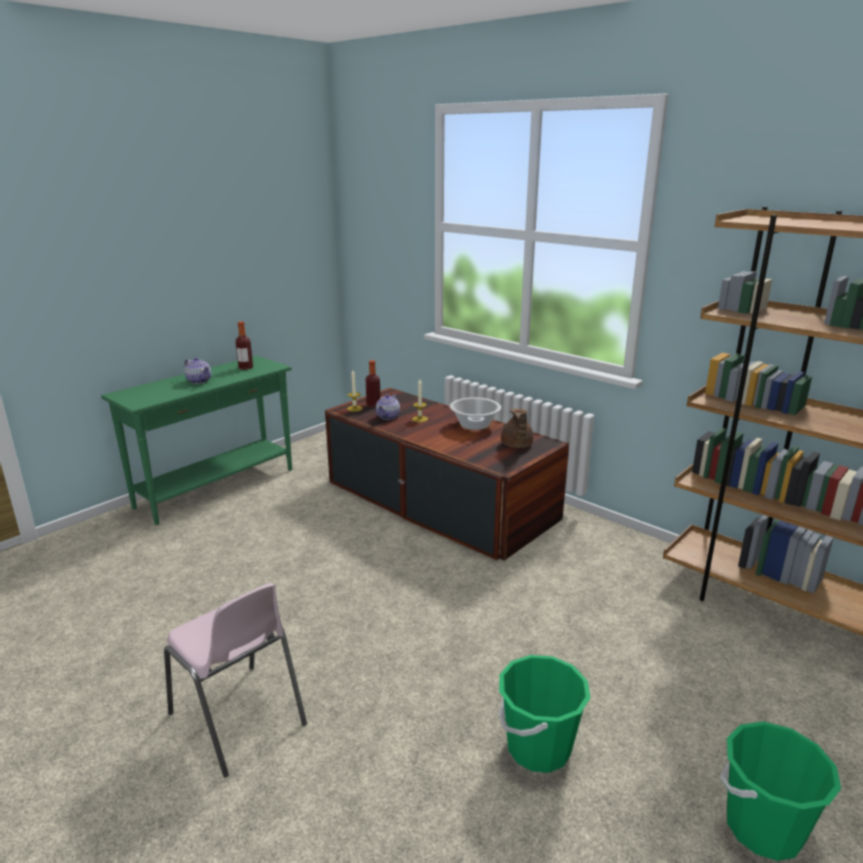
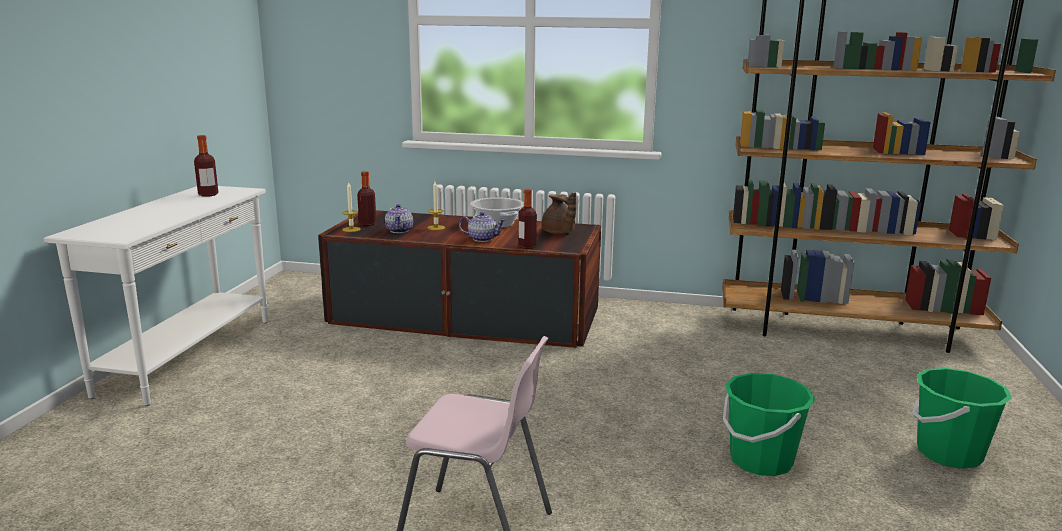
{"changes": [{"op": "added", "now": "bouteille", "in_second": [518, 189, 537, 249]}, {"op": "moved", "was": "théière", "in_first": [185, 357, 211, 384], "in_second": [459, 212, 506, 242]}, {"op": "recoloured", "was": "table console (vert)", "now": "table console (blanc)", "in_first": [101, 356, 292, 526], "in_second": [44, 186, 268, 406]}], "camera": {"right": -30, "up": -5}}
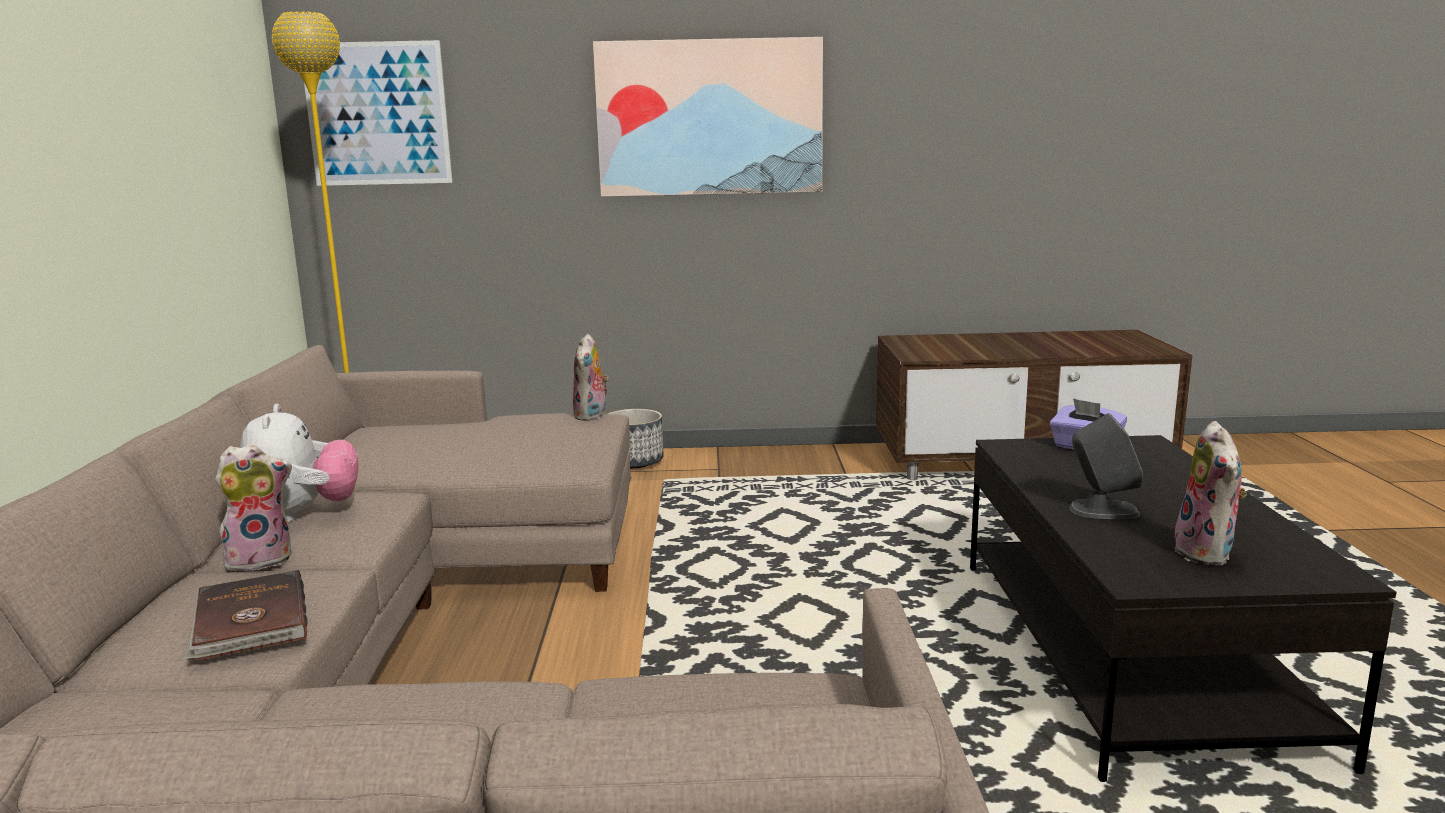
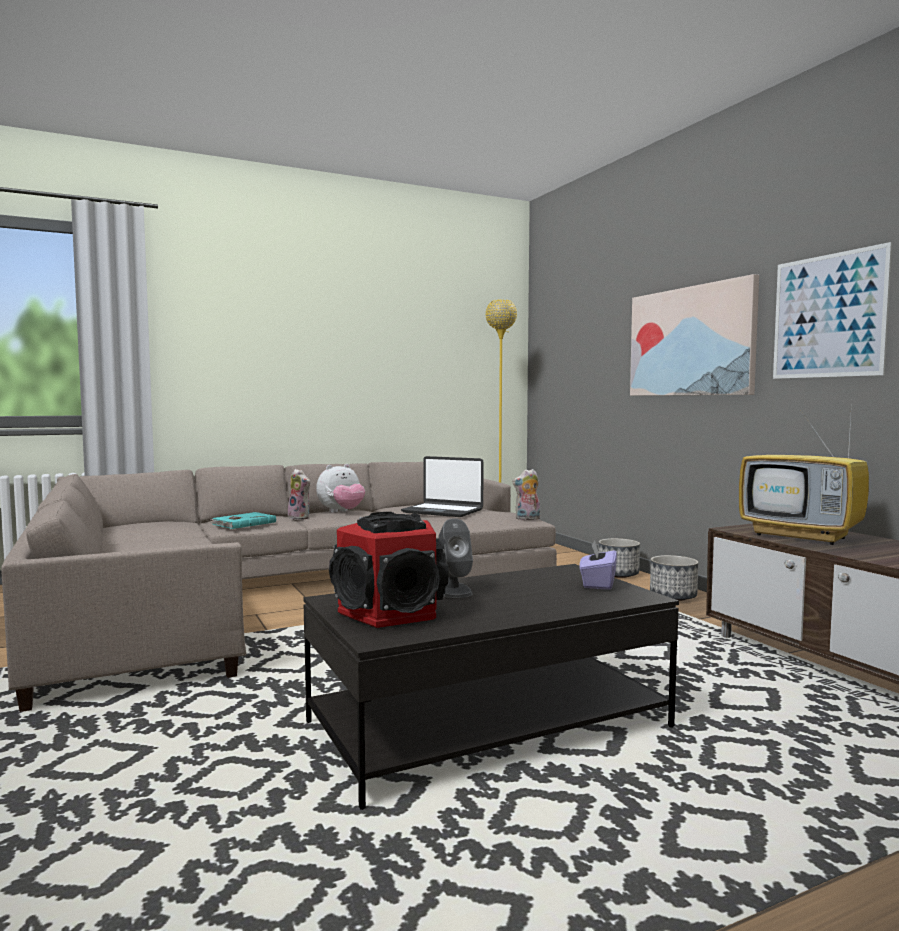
{"changes": [{"op": "added", "now": "ordinateur portable", "in_second": [401, 456, 483, 517]}, {"op": "added", "now": "cache-pot", "in_second": [650, 555, 698, 601]}, {"op": "added", "now": "téléviseur", "in_second": [739, 401, 869, 545]}, {"op": "moved", "was": "tableau", "in_first": [304, 40, 453, 186], "in_second": [773, 242, 893, 379]}, {"op": "replaced", "was": "peluche", "now": "enceinte", "in_first": [1174, 421, 1247, 566], "in_second": [329, 512, 448, 628]}, {"op": "recoloured", "was": "livre (marron)", "now": "livre (turquoise)", "in_first": [184, 570, 308, 661], "in_second": [210, 512, 276, 529]}], "camera": {"right": 65, "up": -10}}
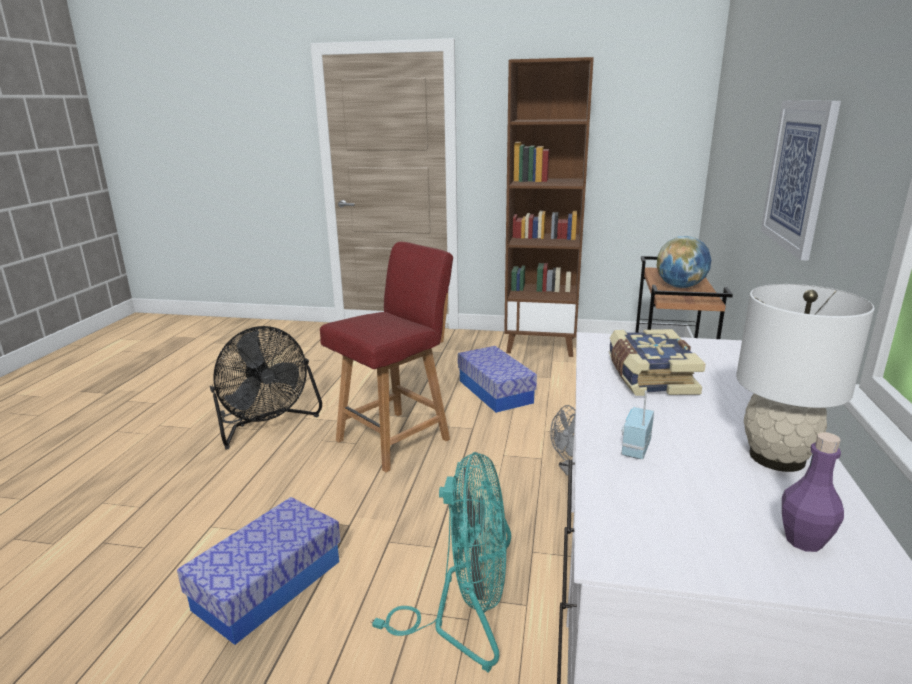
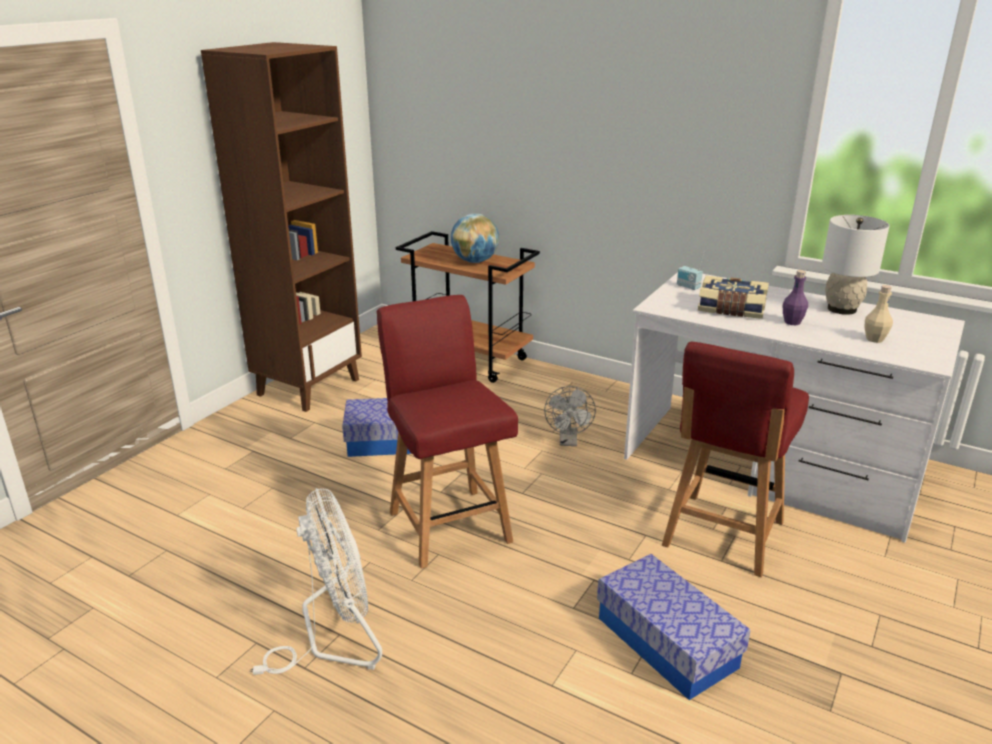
{"changes": [{"op": "removed", "was": "tableau", "in_first": [761, 100, 841, 260]}, {"op": "added", "now": "bouteille (beige)", "in_second": [865, 285, 893, 343]}, {"op": "moved", "was": "radio", "in_first": [621, 390, 654, 459], "in_second": [677, 251, 704, 290]}, {"op": "moved", "was": "bouteille (violet)", "in_first": [782, 432, 844, 552], "in_second": [783, 270, 808, 325]}, {"op": "replaced", "was": "ventilateur (turquoise)", "now": "chaise (rouge)", "in_first": [371, 452, 511, 672], "in_second": [662, 342, 809, 577]}, {"op": "recoloured", "was": "ventilateur (noir)", "now": "ventilateur (blanc)", "in_first": [210, 326, 322, 450], "in_second": [250, 488, 382, 675]}], "camera": {"right": -70, "up": 5}}
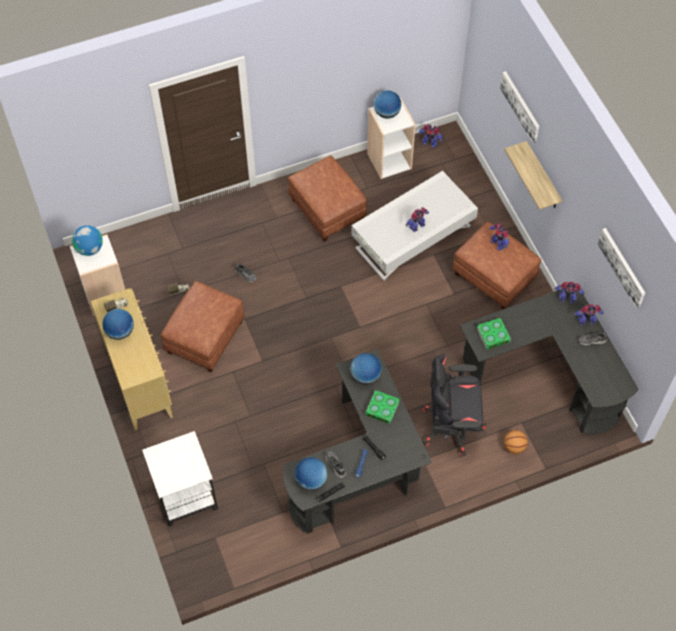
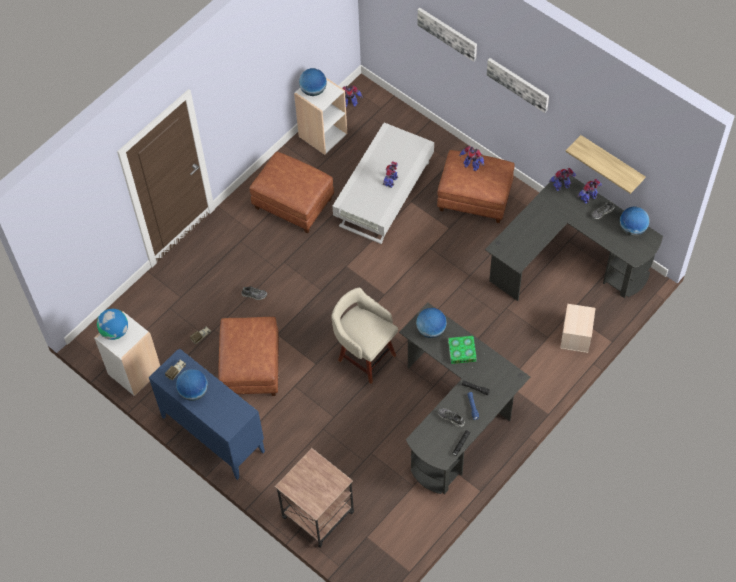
{"changes": [{"op": "removed", "was": "chaise de bureau (noir)", "in_first": [422, 354, 487, 456]}, {"op": "removed", "was": "livre", "in_first": [477, 318, 511, 349]}, {"op": "added", "now": "tabouret (beige)", "in_second": [331, 288, 398, 384]}, {"op": "moved", "was": "globe", "in_first": [295, 457, 327, 490], "in_second": [620, 206, 649, 236]}, {"op": "moved", "was": "étagère", "in_first": [504, 141, 563, 210], "in_second": [566, 135, 646, 194]}, {"op": "moved", "was": "tableau", "in_first": [598, 228, 645, 309], "in_second": [487, 58, 549, 113]}, {"op": "replaced", "was": "ballon de basket", "now": "boîte de rangement (beige)", "in_first": [504, 430, 528, 454], "in_second": [560, 304, 596, 353]}, {"op": "recoloured", "was": "commode (beige)", "now": "commode (bleu)", "in_first": [91, 288, 173, 431], "in_second": [149, 349, 265, 480]}, {"op": "recoloured", "was": "chariot (blanc)", "now": "chariot (marron)", "in_first": [142, 431, 218, 527], "in_second": [275, 448, 355, 548]}], "camera": {"right": -25, "up": 0}}
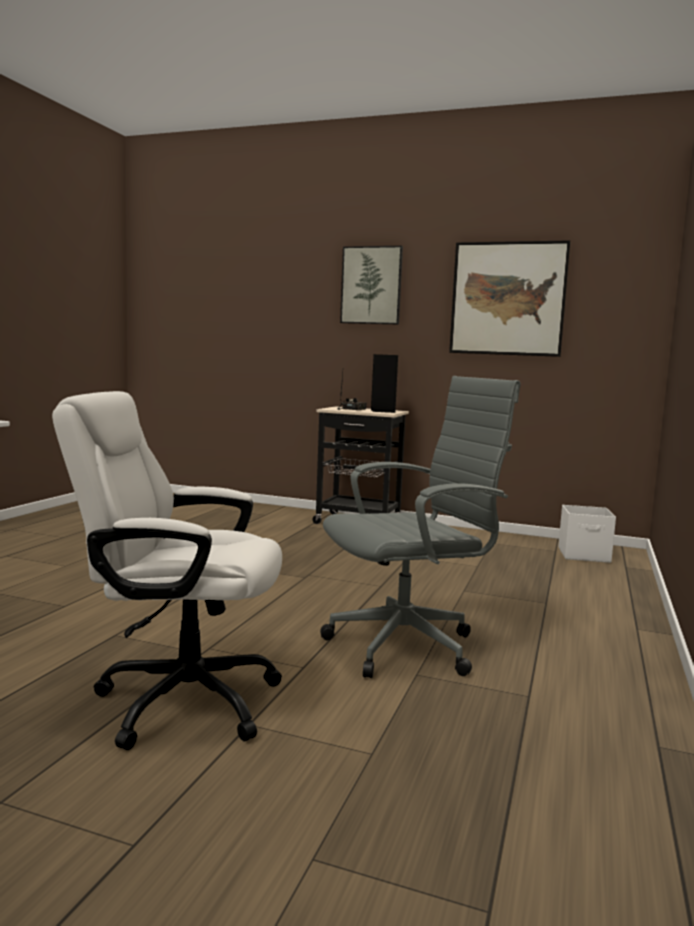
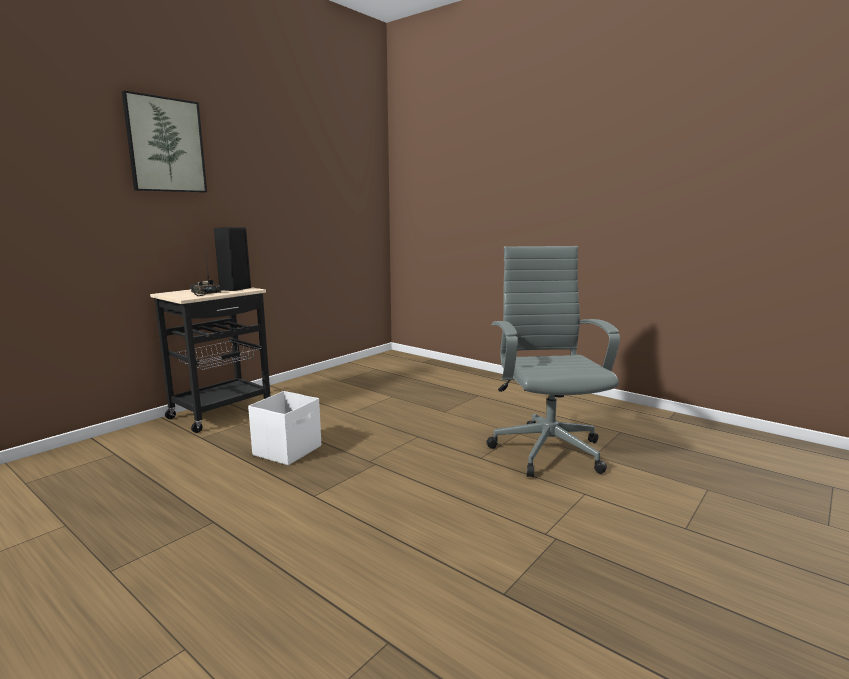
{"changes": [{"op": "removed", "was": "chaise de bureau (blanc)", "in_first": [52, 391, 282, 750]}, {"op": "removed", "was": "tableau", "in_first": [449, 240, 570, 357]}, {"op": "moved", "was": "boîte de rangement (blanc)", "in_first": [558, 505, 616, 563], "in_second": [248, 391, 321, 465]}], "camera": {"right": -70, "up": 5}}
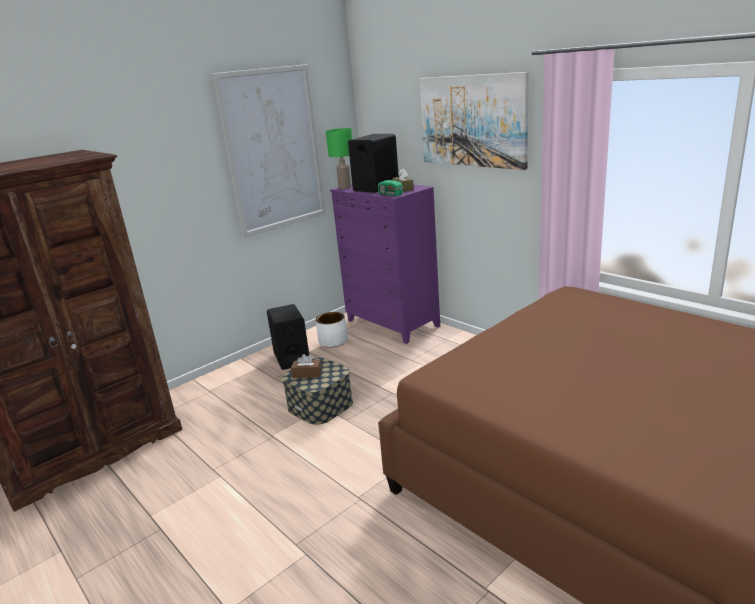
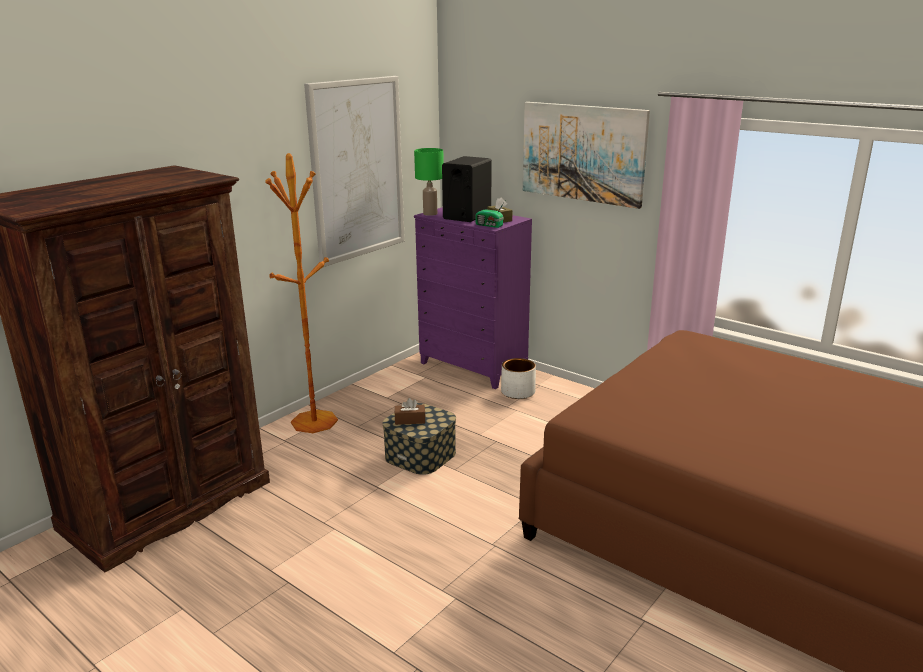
{"changes": [{"op": "removed", "was": "enceinte (noir)", "in_first": [267, 304, 309, 370]}, {"op": "added", "now": "portant (orange)", "in_second": [265, 153, 338, 433]}, {"op": "moved", "was": "cache-pot (blanc)", "in_first": [316, 312, 348, 347], "in_second": [501, 358, 536, 399]}], "camera": {"right": -10, "up": 0}}
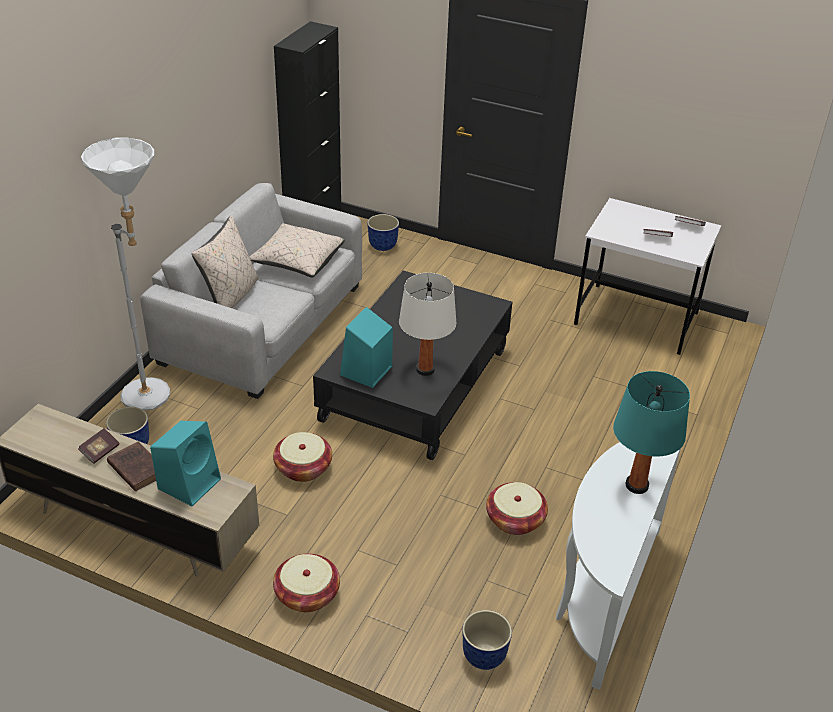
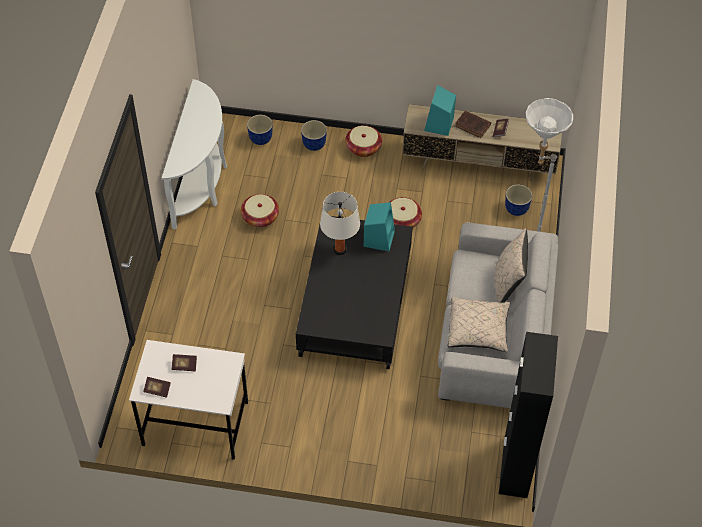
{"changes": [{"op": "removed", "was": "lampe de table (turquoise)", "in_first": [613, 371, 690, 494]}, {"op": "moved", "was": "cache-pot", "in_first": [367, 214, 399, 251], "in_second": [301, 120, 327, 151]}], "camera": {"right": 165, "up": 15}}
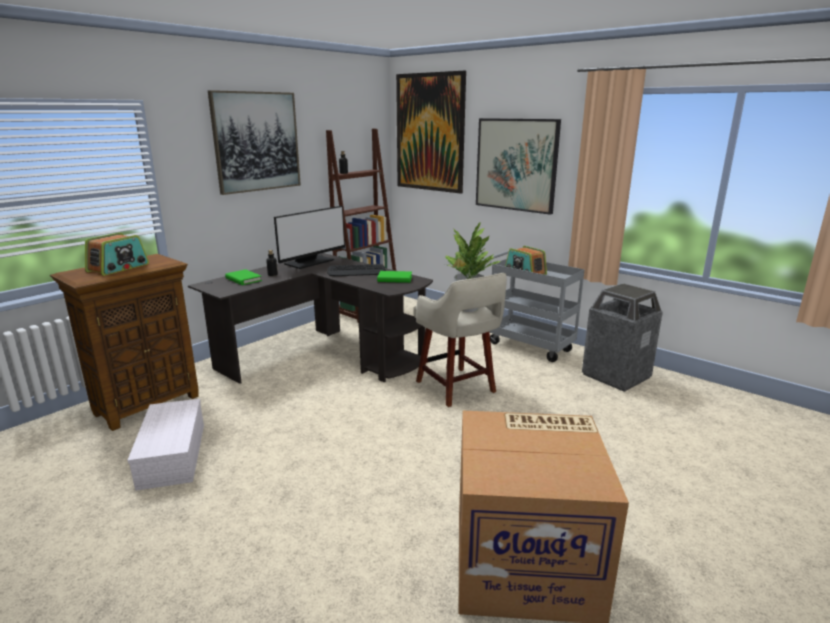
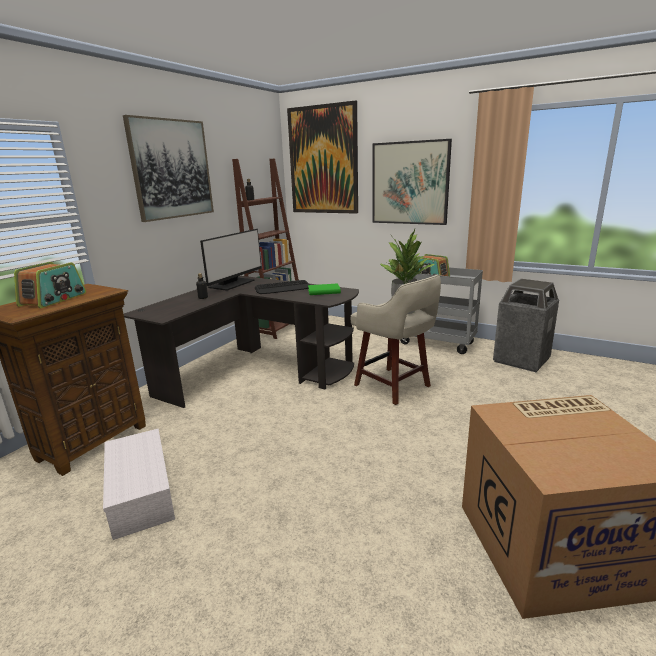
{"changes": [{"op": "removed", "was": "livre (vert)", "in_first": [225, 269, 262, 285]}], "camera": {"right": -10, "up": 0}}
